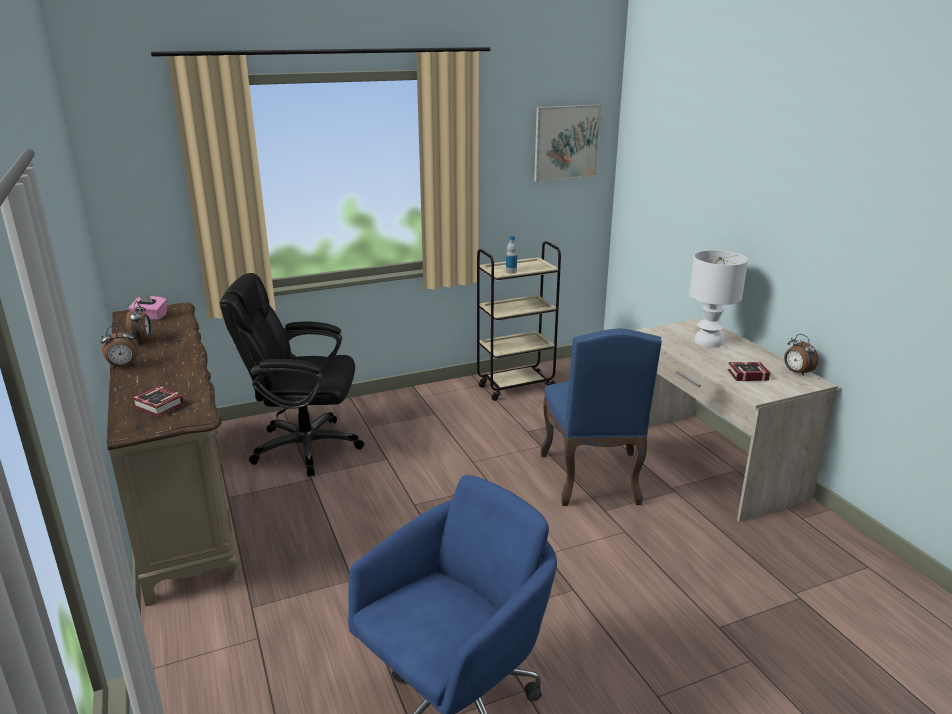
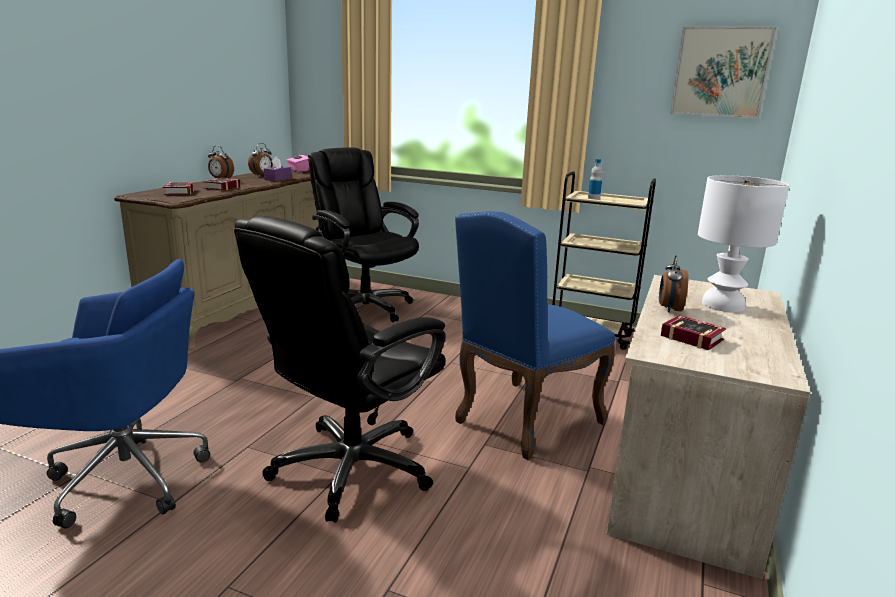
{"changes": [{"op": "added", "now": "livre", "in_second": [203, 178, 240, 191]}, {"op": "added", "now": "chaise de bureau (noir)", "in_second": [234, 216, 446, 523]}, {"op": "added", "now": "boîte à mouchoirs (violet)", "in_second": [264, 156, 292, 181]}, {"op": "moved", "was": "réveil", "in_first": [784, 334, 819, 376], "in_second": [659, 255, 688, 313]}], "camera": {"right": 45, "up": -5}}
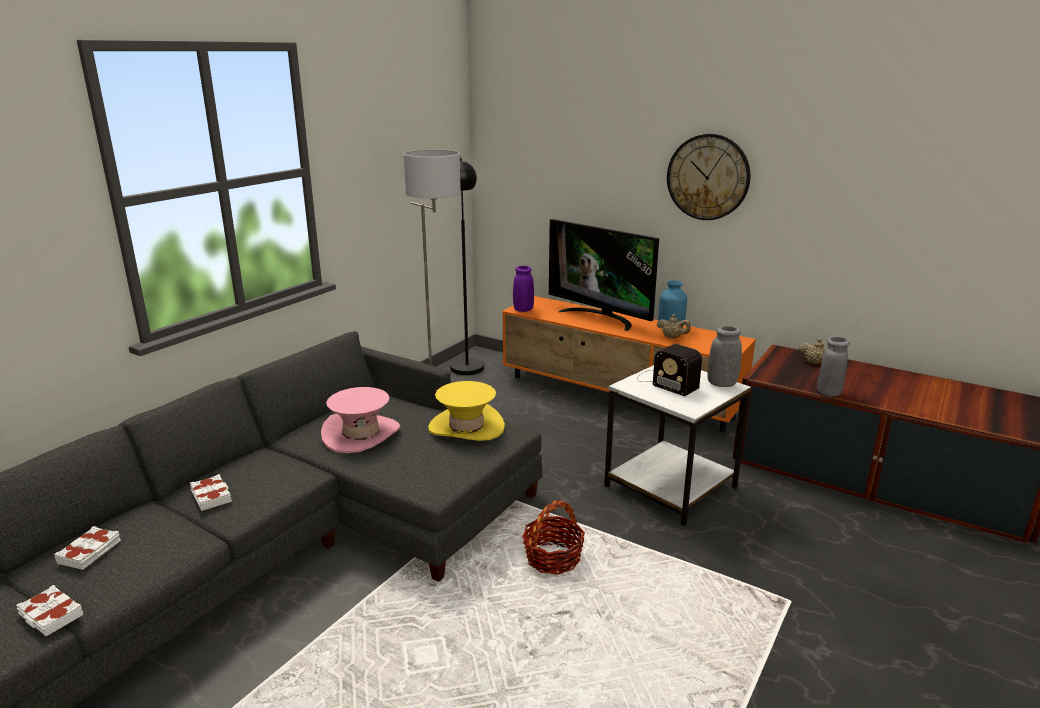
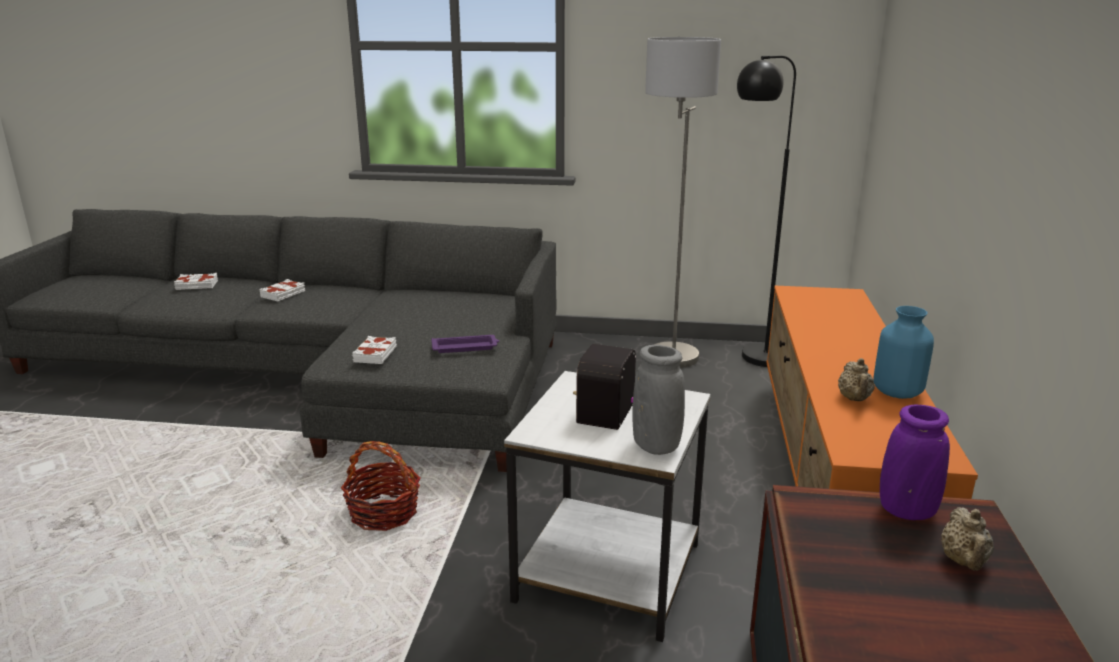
{"changes": [{"op": "removed", "was": "chapeau (rose)", "in_first": [321, 387, 400, 453]}, {"op": "removed", "was": "téléviseur", "in_first": [549, 219, 659, 331]}, {"op": "removed", "was": "horloge murale", "in_first": [667, 134, 750, 220]}, {"op": "removed", "was": "vase (gris)", "in_first": [817, 336, 850, 397]}, {"op": "moved", "was": "livre (blanc)", "in_first": [16, 585, 83, 636], "in_second": [352, 336, 397, 364]}, {"op": "moved", "was": "vase (violet)", "in_first": [513, 266, 534, 312], "in_second": [880, 405, 950, 520]}, {"op": "replaced", "was": "chapeau (jaune)", "now": "plateau (violet)", "in_first": [428, 381, 505, 441], "in_second": [431, 335, 499, 353]}], "camera": {"right": 65, "up": 0}}
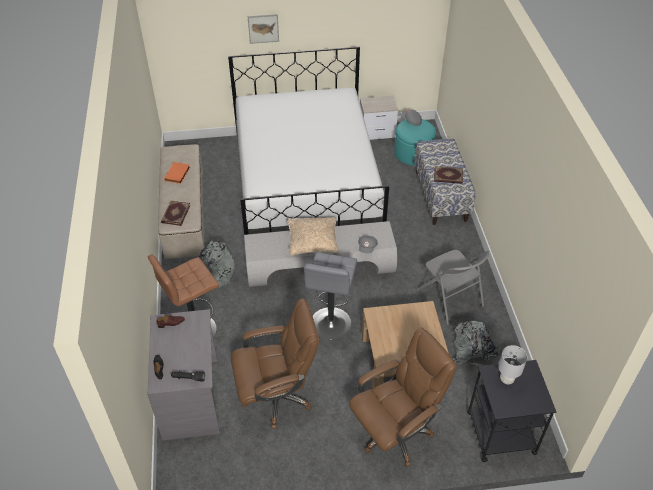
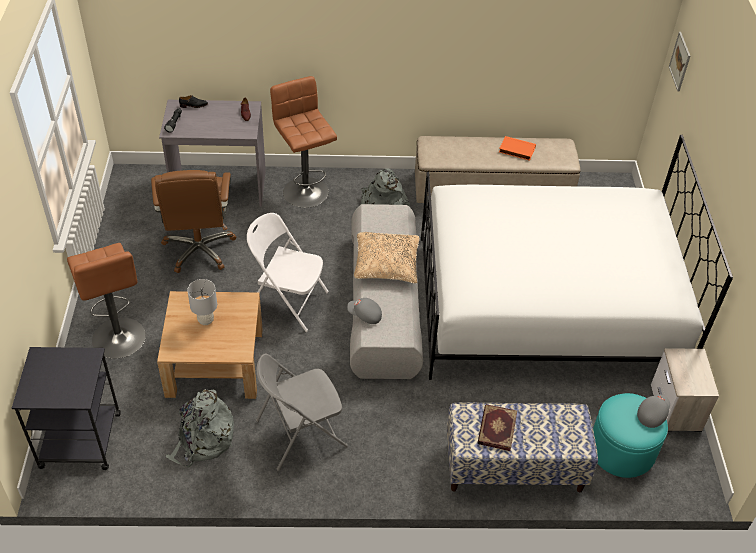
{"changes": [{"op": "removed", "was": "livre", "in_first": [161, 201, 190, 226]}, {"op": "moved", "was": "tableau", "in_first": [248, 14, 279, 44], "in_second": [669, 32, 690, 91]}, {"op": "moved", "was": "lampe de table (gris)", "in_first": [498, 345, 527, 385], "in_second": [187, 279, 217, 325]}, {"op": "replaced", "was": "tabouret (gris)", "now": "chaise (blanc)", "in_first": [304, 252, 357, 340], "in_second": [247, 213, 328, 333]}, {"op": "replaced", "was": "chaise de bureau (marron)", "now": "tabouret (marron)", "in_first": [349, 328, 457, 467], "in_second": [67, 243, 146, 358]}], "camera": {"right": 95, "up": 0}}
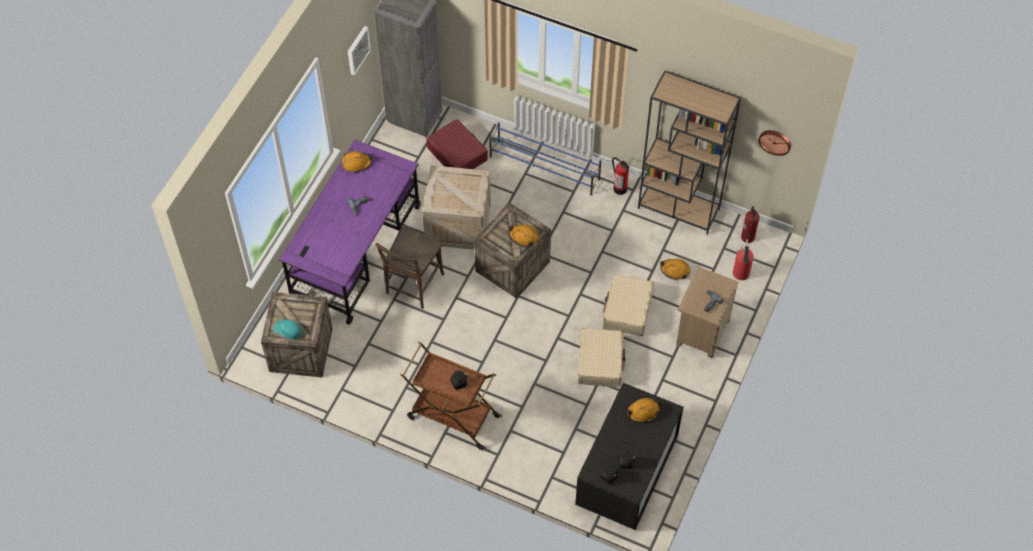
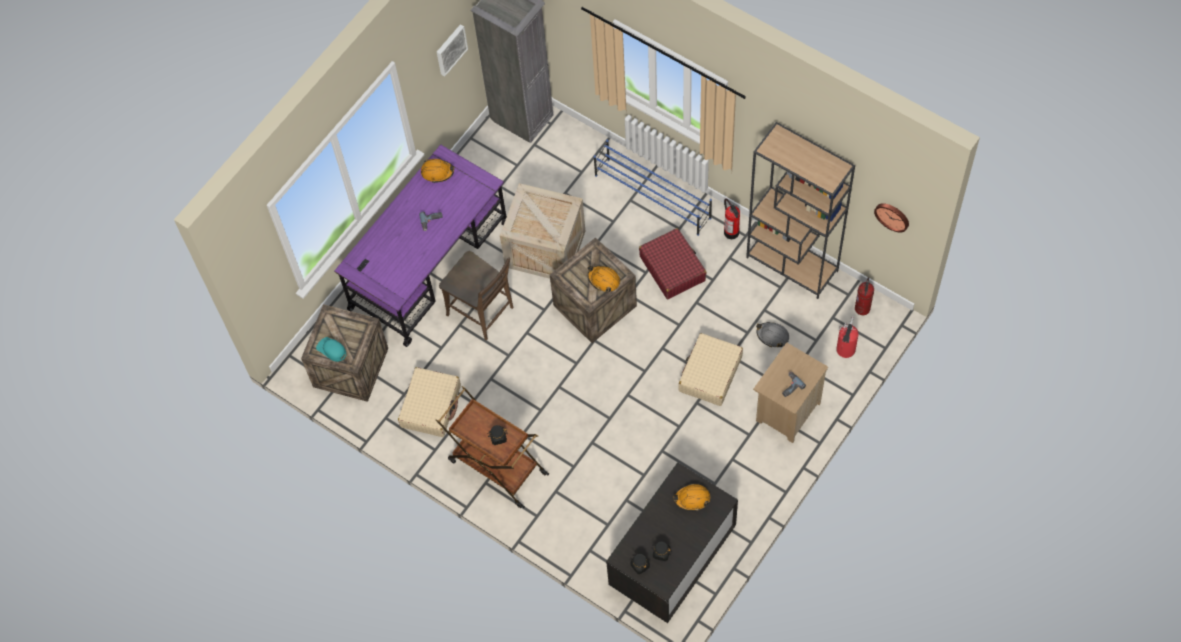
{"changes": [{"op": "moved", "was": "valise (rouge)", "in_first": [426, 119, 488, 169], "in_second": [639, 228, 707, 299]}, {"op": "moved", "was": "valise (beige)", "in_first": [578, 328, 626, 387], "in_second": [398, 367, 461, 437]}, {"op": "recoloured", "was": "casque de chantier (orange)", "now": "casque de chantier (gris)", "in_first": [660, 259, 690, 280], "in_second": [756, 322, 789, 347]}, {"op": "turned", "was": "chaise (marron)", "in_first": [375, 227, 444, 309], "in_second": [439, 251, 513, 340], "clockwise": -90}], "camera": {"right": 15, "up": 5}}
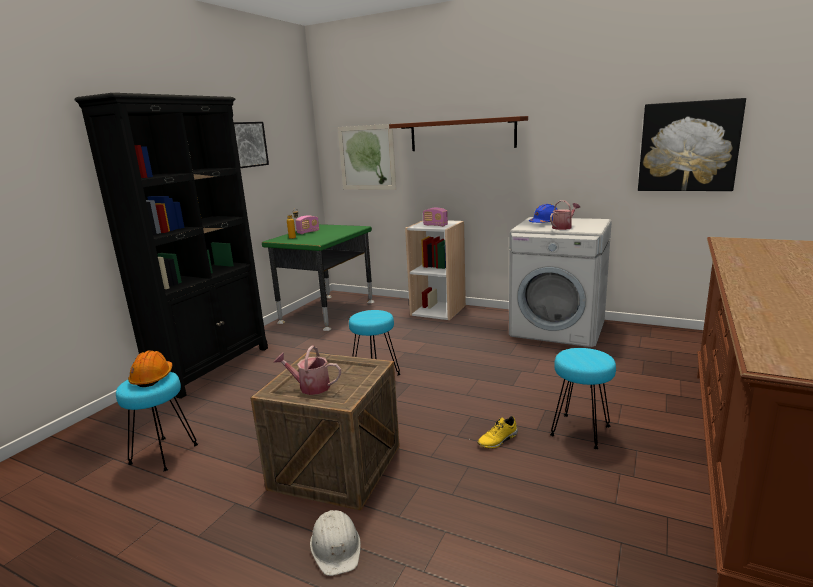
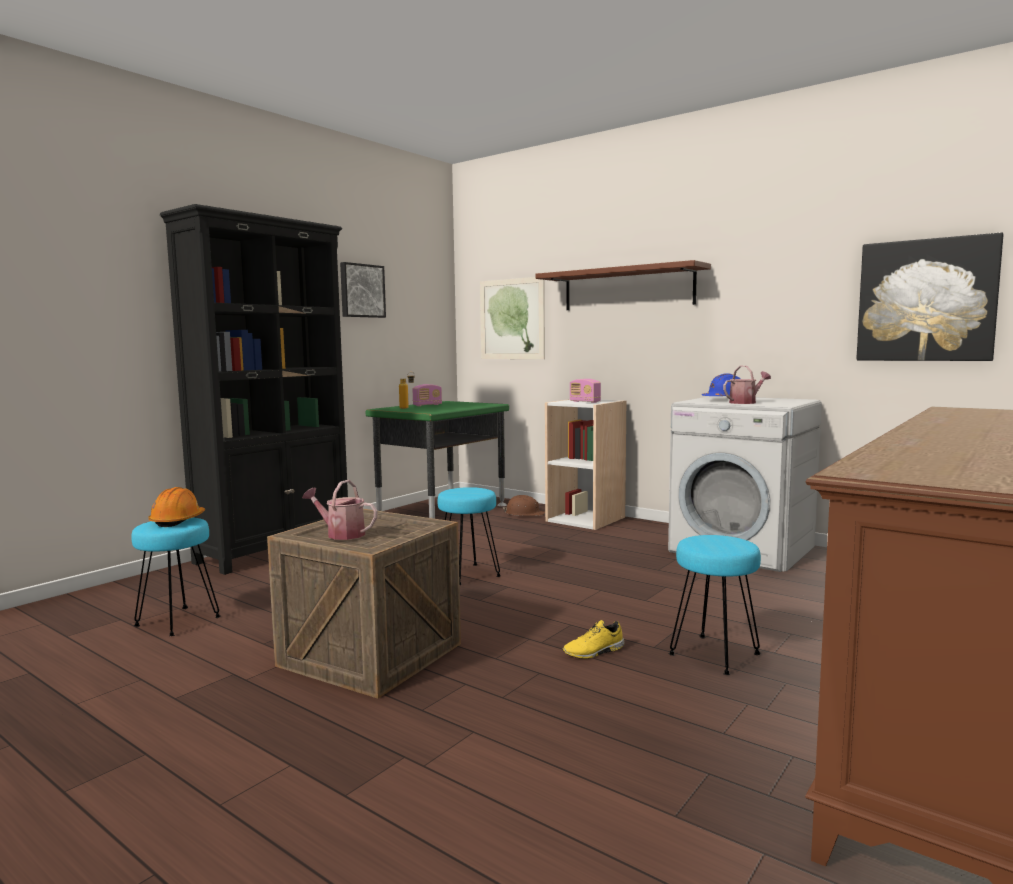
{"changes": [{"op": "removed", "was": "casque de chantier (blanc)", "in_first": [310, 510, 361, 576]}, {"op": "added", "now": "casque de chantier (marron)", "in_second": [503, 495, 545, 516]}], "camera": {"right": 10, "up": -10}}
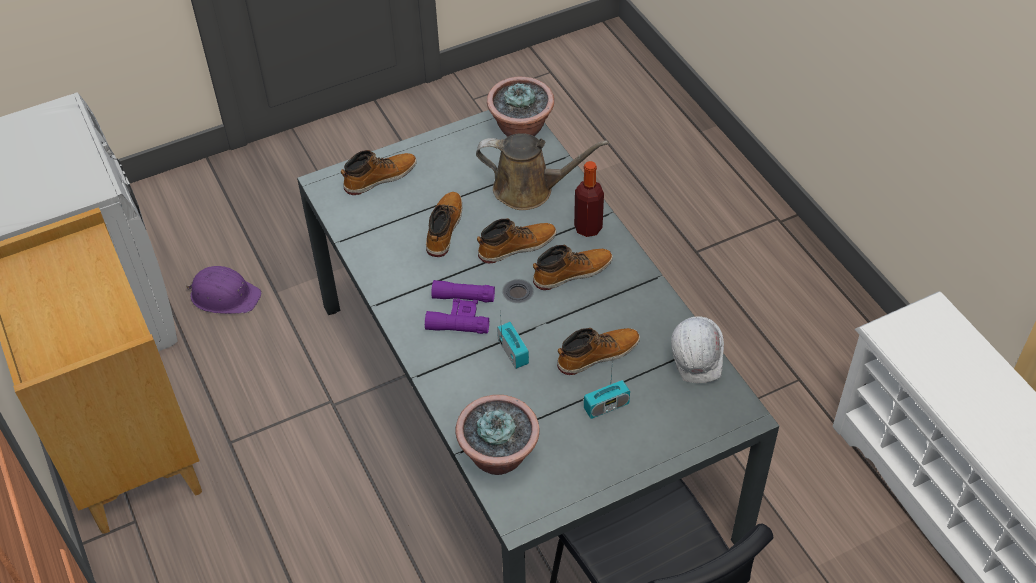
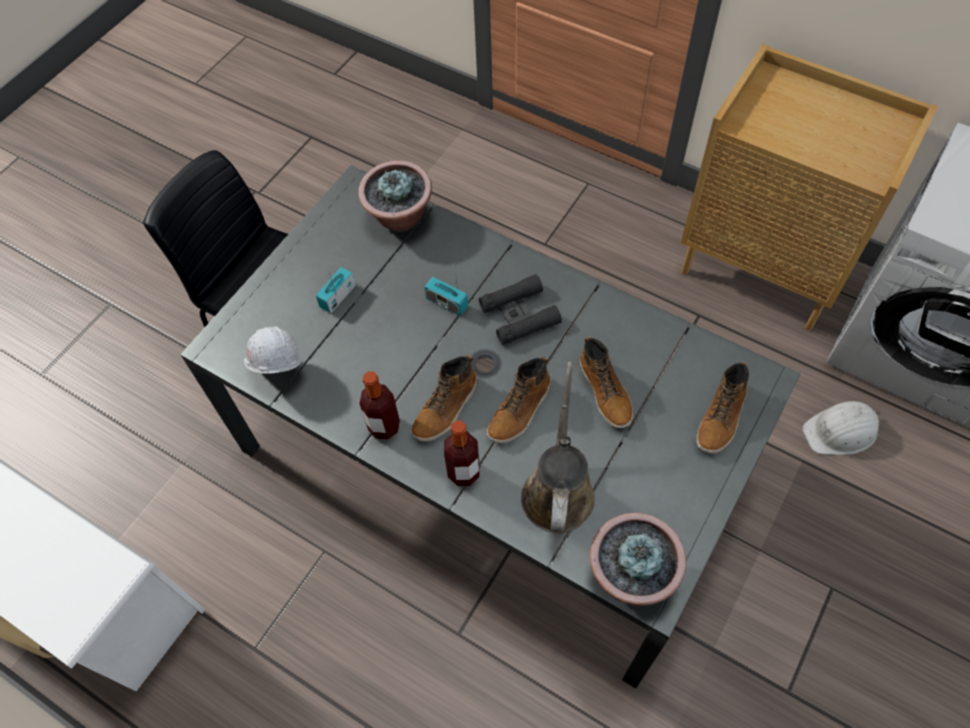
{"changes": [{"op": "removed", "was": "botte", "in_first": [557, 328, 640, 375]}, {"op": "added", "now": "bouteille", "in_second": [359, 371, 400, 440]}, {"op": "recoloured", "was": "casque de chantier (violet)", "now": "casque de chantier (blanc)", "in_first": [186, 266, 262, 314], "in_second": [802, 401, 880, 455]}, {"op": "recoloured", "was": "jumelles (violet)", "now": "jumelles (noir)", "in_first": [425, 280, 495, 334], "in_second": [479, 274, 562, 345]}, {"op": "turned", "was": "arrosoir (marron)", "in_first": [476, 133, 609, 210], "in_second": [521, 362, 595, 533], "clockwise": 120}], "camera": {"right": 150, "up": 10}}
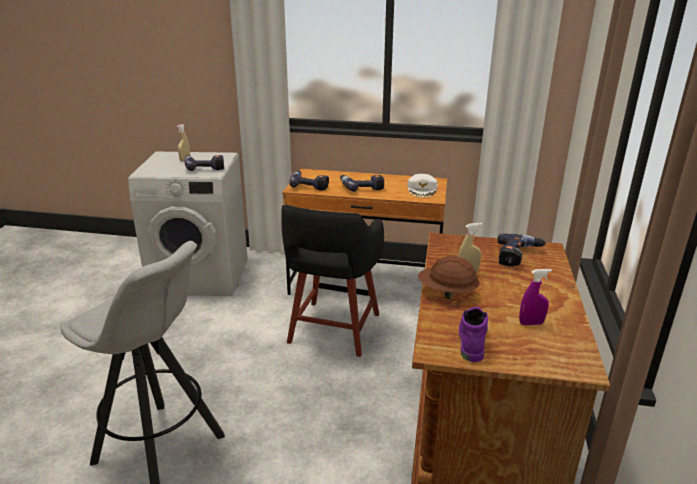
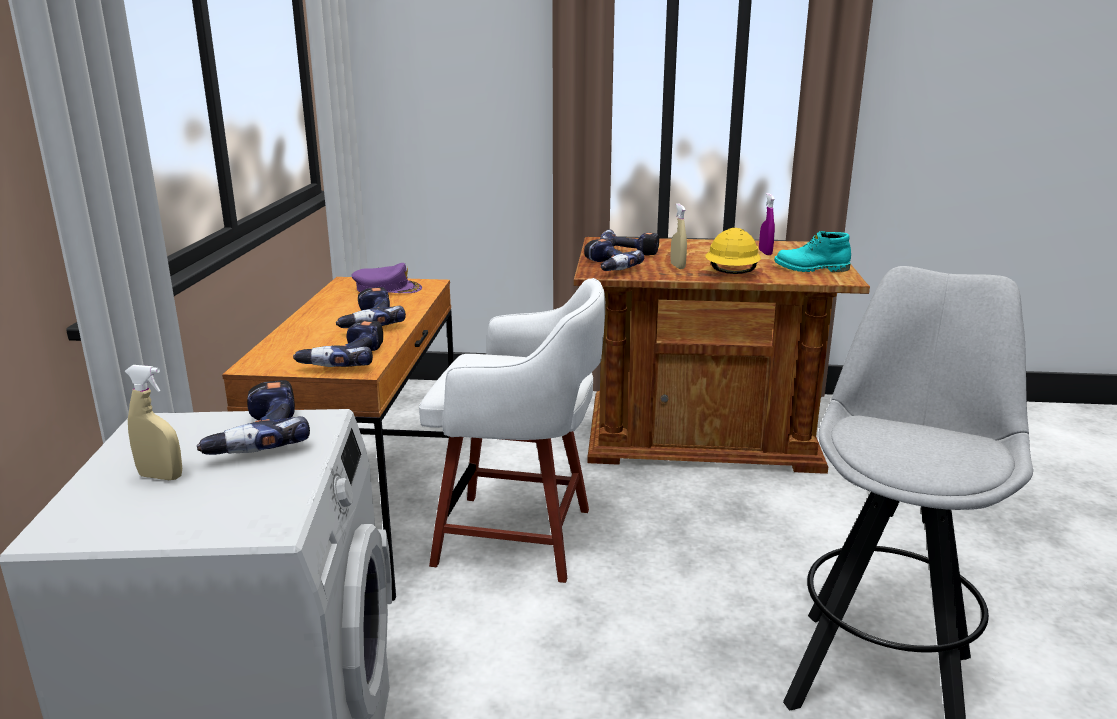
{"changes": [{"op": "added", "now": "perceuse", "in_second": [584, 239, 644, 271]}, {"op": "recoloured", "was": "tabouret (noir)", "now": "tabouret (blanc)", "in_first": [281, 205, 384, 357], "in_second": [419, 278, 605, 583]}, {"op": "recoloured", "was": "casquette (blanc)", "now": "casquette (violet)", "in_first": [407, 174, 438, 197], "in_second": [352, 263, 422, 293]}, {"op": "recoloured", "was": "casque de chantier (marron)", "now": "casque de chantier (jaune)", "in_first": [418, 256, 479, 299], "in_second": [706, 228, 761, 274]}, {"op": "recoloured", "was": "botte (violet)", "now": "botte (turquoise)", "in_first": [459, 307, 488, 362], "in_second": [774, 231, 851, 272]}], "camera": {"right": -95, "up": -5}}
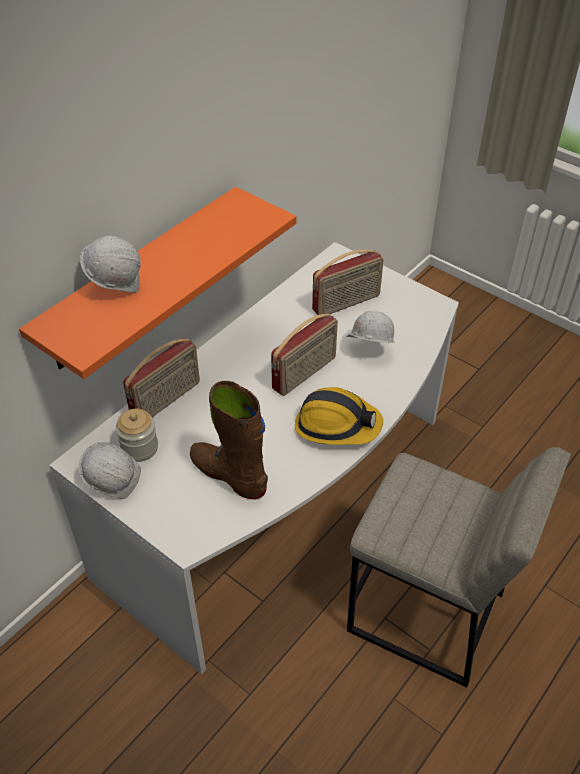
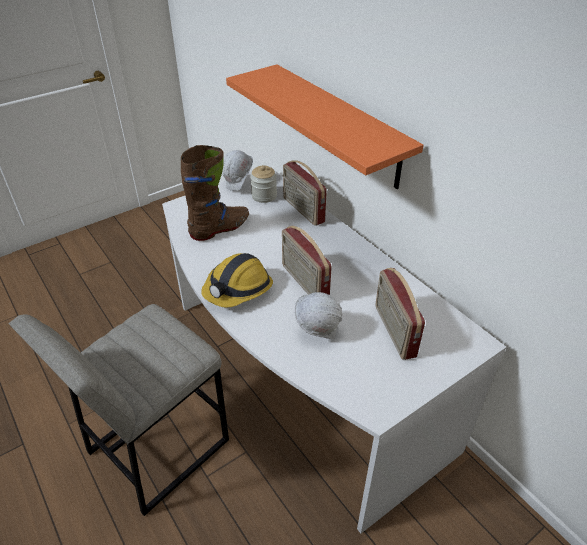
{"changes": [{"op": "removed", "was": "casque de chantier (blanc)", "in_first": [80, 236, 141, 293]}], "camera": {"right": 105, "up": -5}}
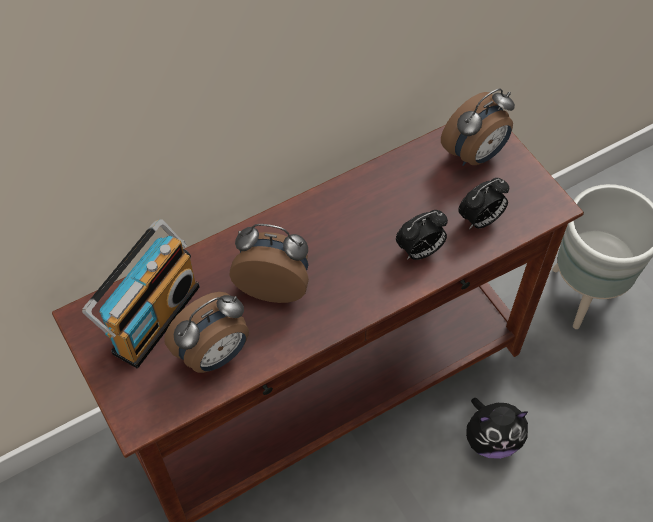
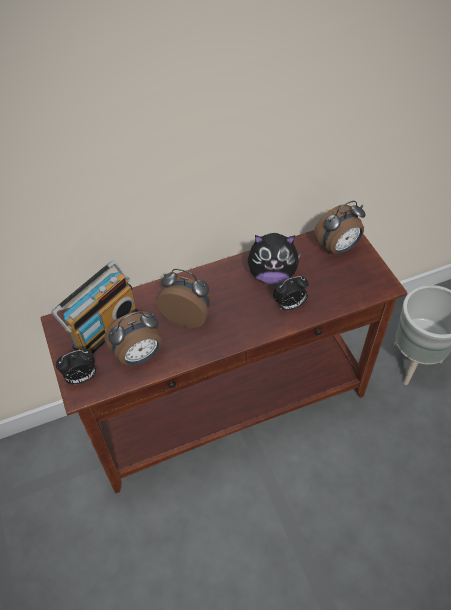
{"changes": [{"op": "moved", "was": "réveil", "in_first": [458, 178, 509, 229], "in_second": [56, 348, 96, 384]}, {"op": "moved", "was": "peluche", "in_first": [466, 398, 528, 459], "in_second": [248, 233, 302, 284]}], "camera": {"right": 10, "up": -5}}
